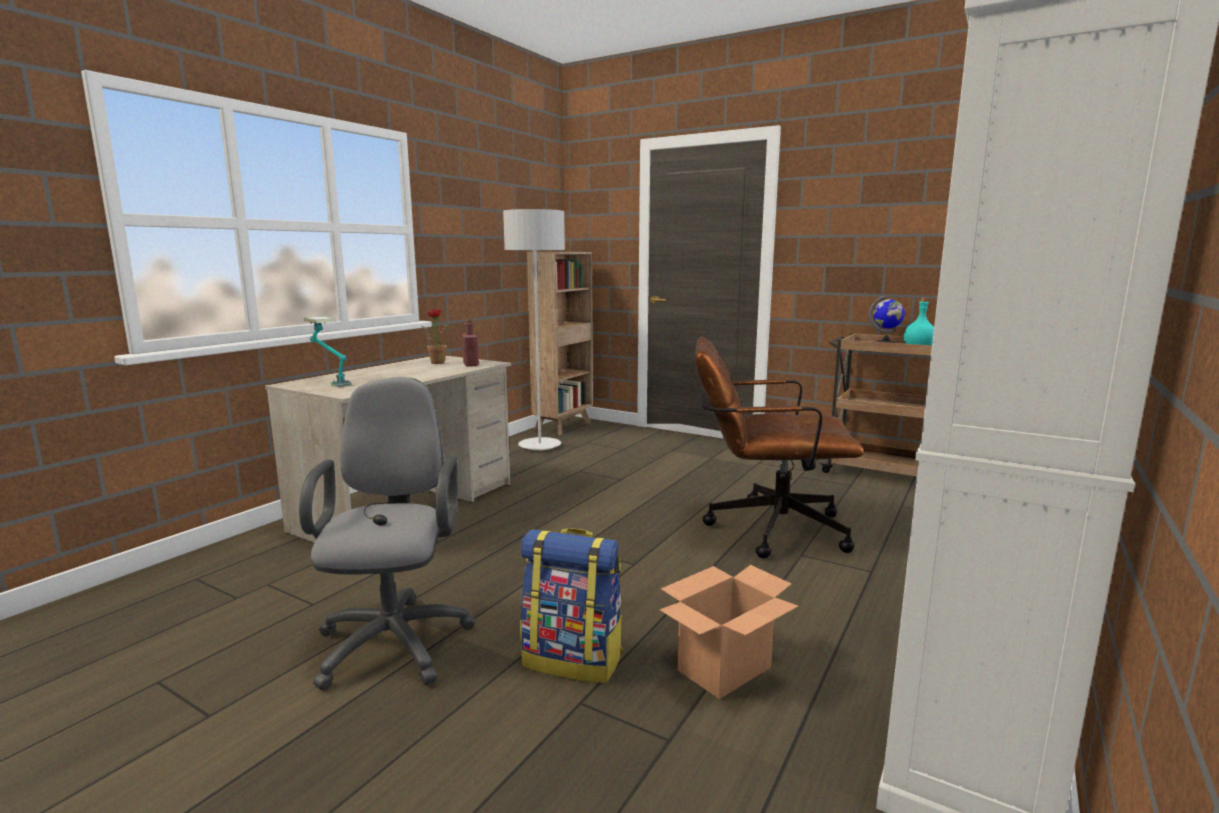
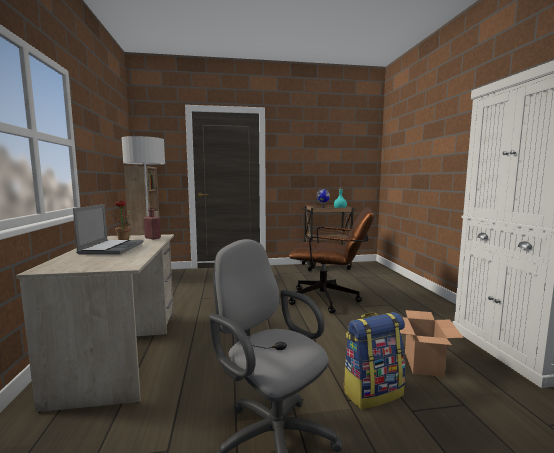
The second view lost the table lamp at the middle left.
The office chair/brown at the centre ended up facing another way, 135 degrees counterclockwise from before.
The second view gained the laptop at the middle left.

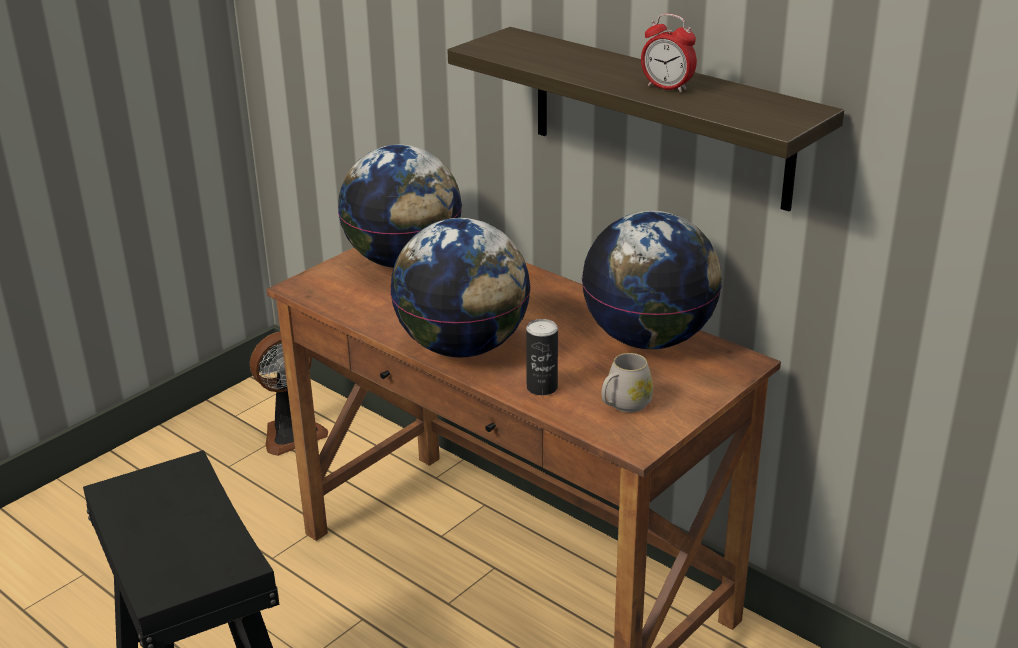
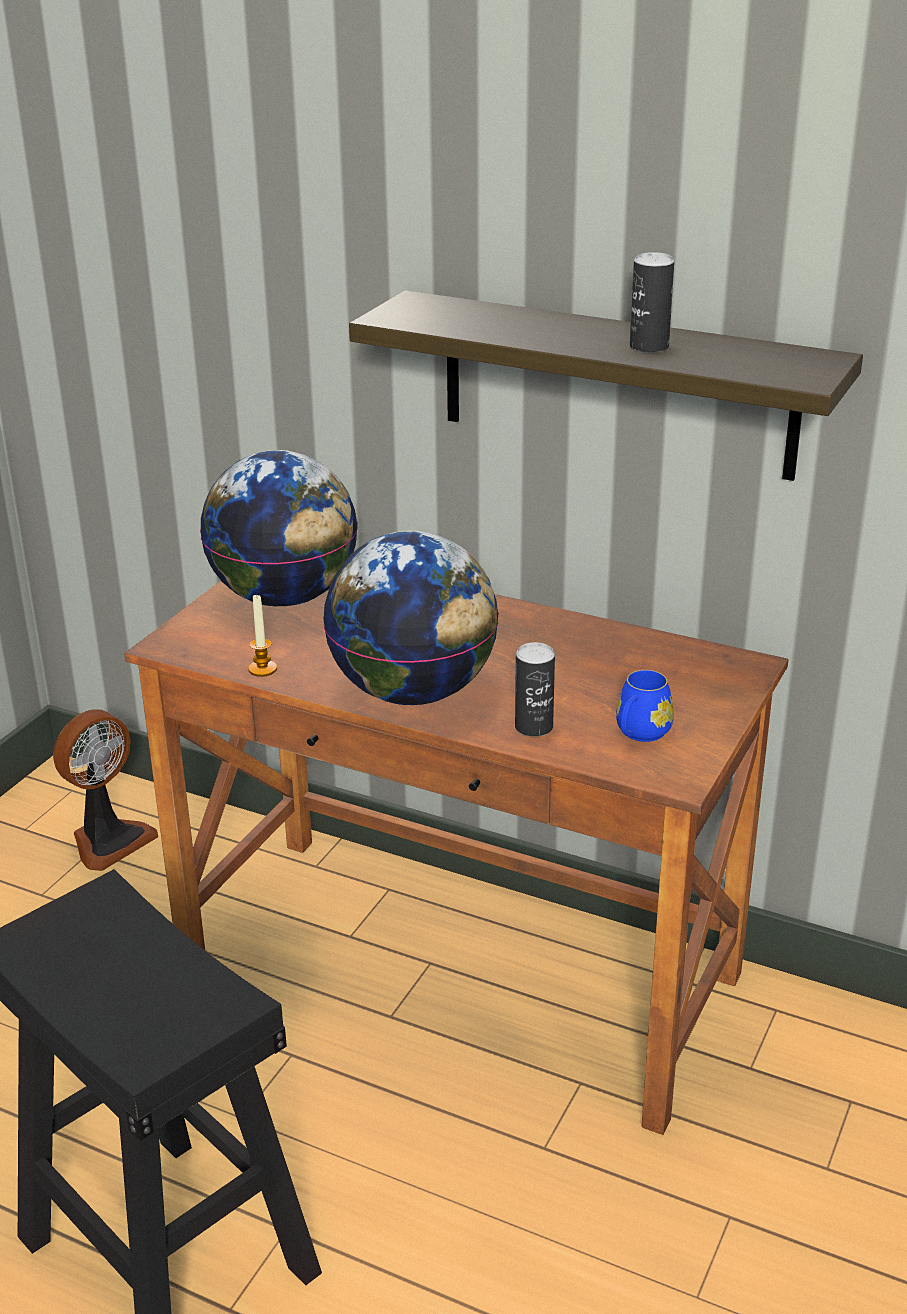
Where the alarm clock stood at the top centre, the can (no. 2 from left) came to stand at the top right.
The second view lost the globe (no. 3 from left) at the centre.
What was the mug/white at the centre turned into the mug/blue at the middle right.
The second view gained the candle at the middle left.

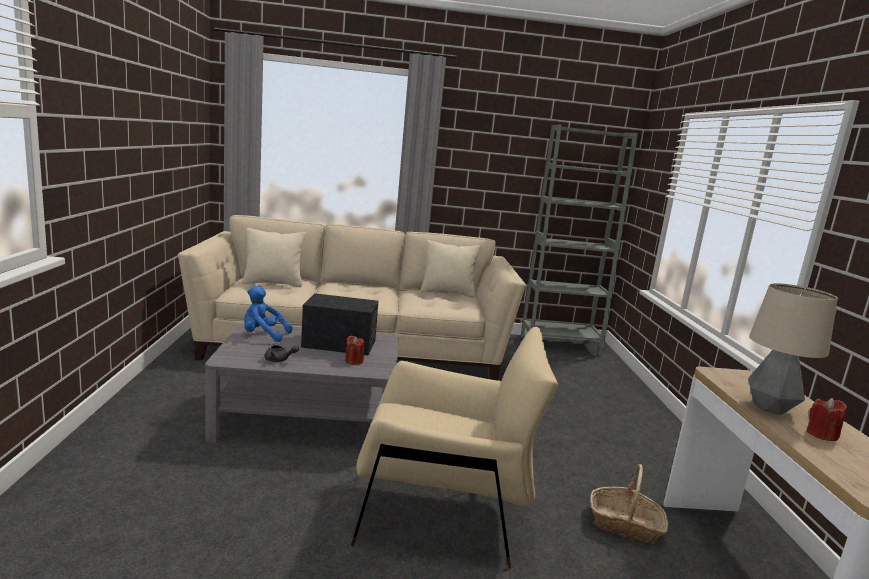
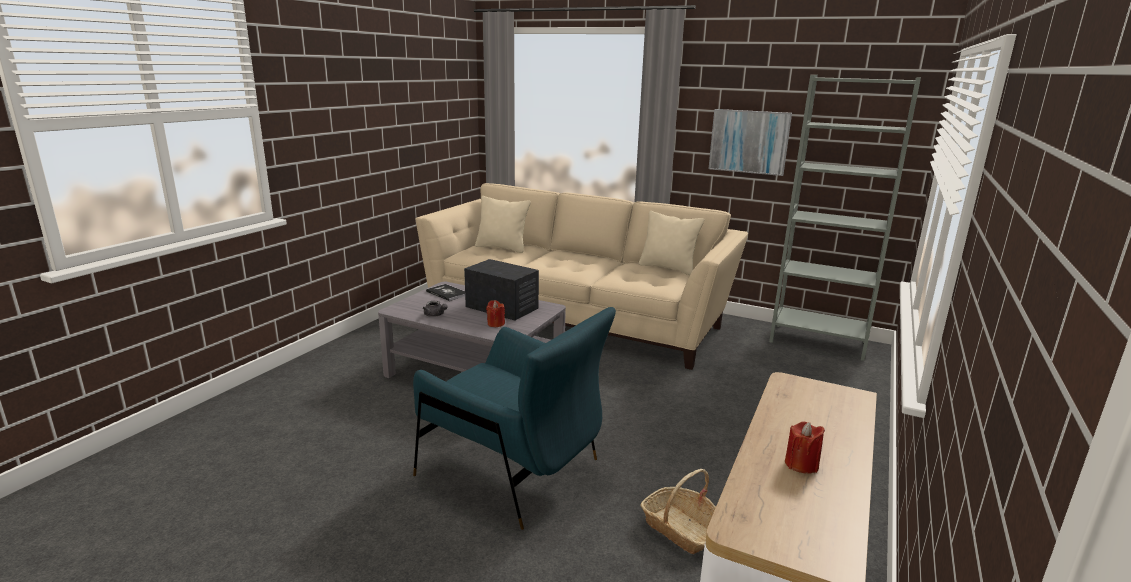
The second view lost the table lamp at the middle right.
Where the plush toy/blue stood at the middle left, the book came to stand at the centre.
What was the armchair/beige at the bottom centre turned into the armchair/blue at the bottom centre.
The second view gained the picture at the top centre.

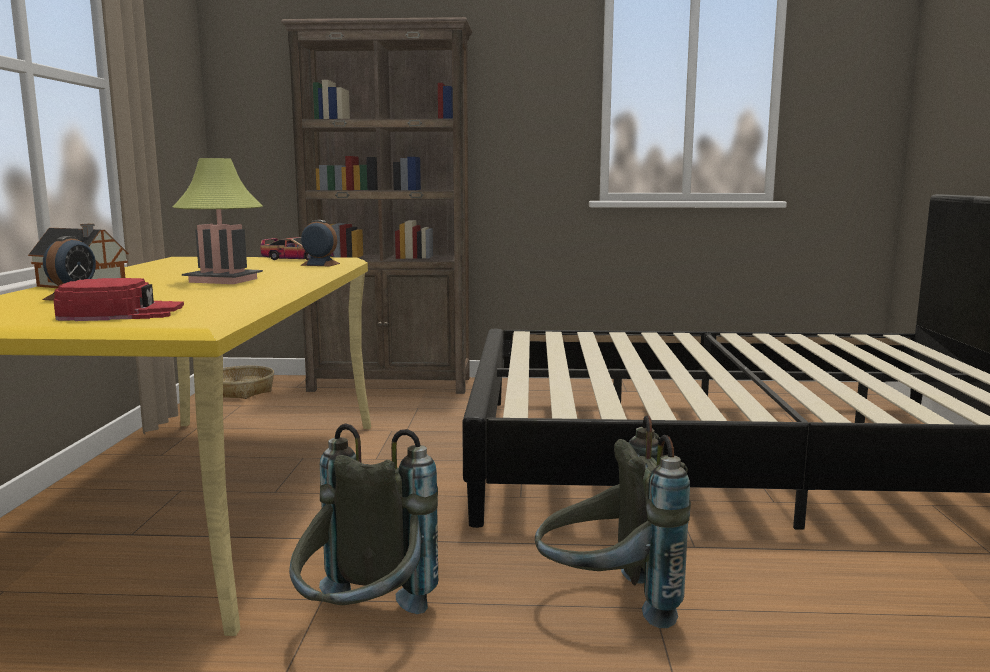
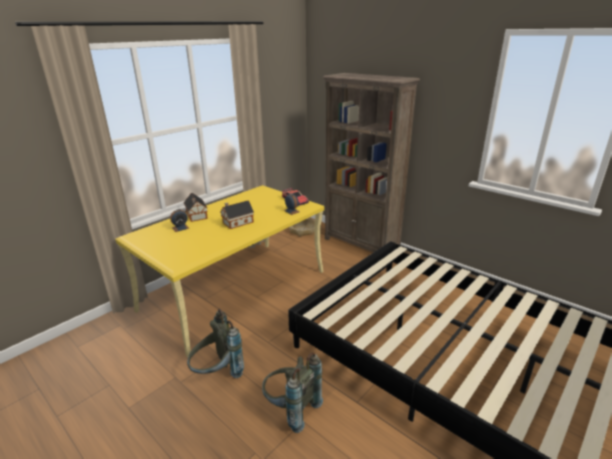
Where the table lamp stood at the top left, the toy house (no. 2 from left) came to stand at the centre.
The second view lost the cap/red at the middle left.

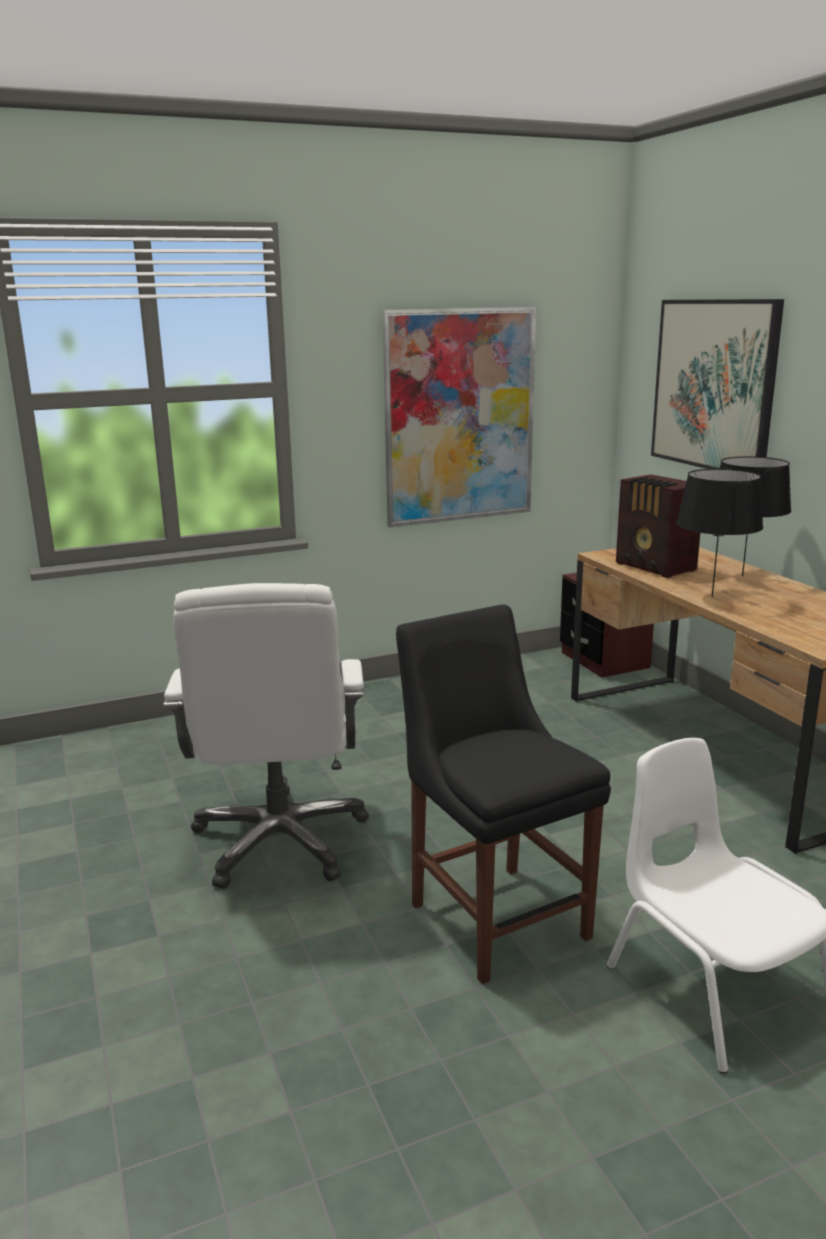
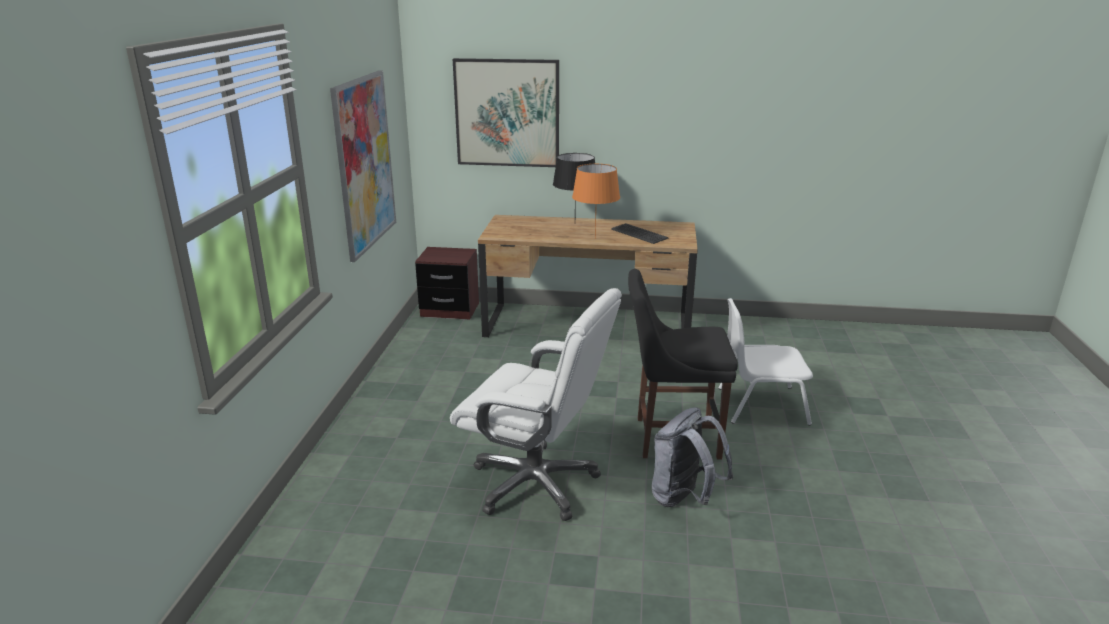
What was the table lamp/black (no. 1 from left) at the middle right turned into the table lamp/orange at the top centre.
The second view lost the radio at the middle right.
The second view gained the keyboard at the centre.
The second view gained the backpack/grey at the bottom centre.

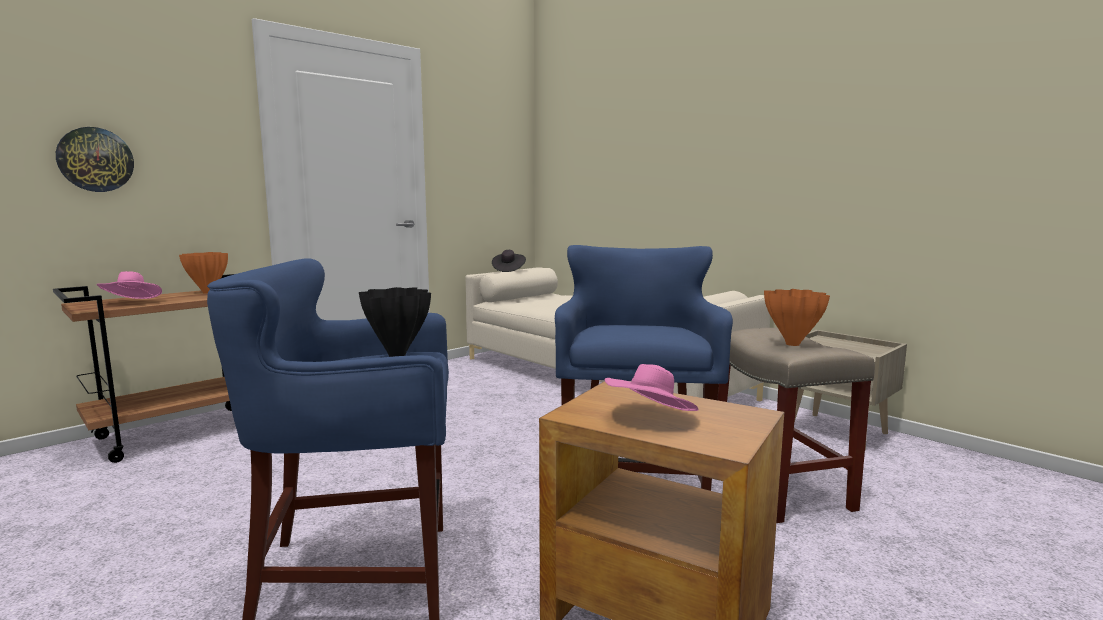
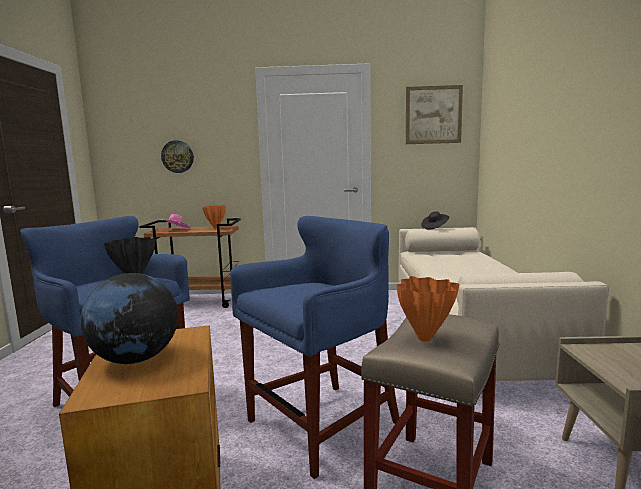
Where the hat/pink (no. 2 from left) stood at the centre, the globe came to stand at the middle left.
The second view gained the picture at the top right.

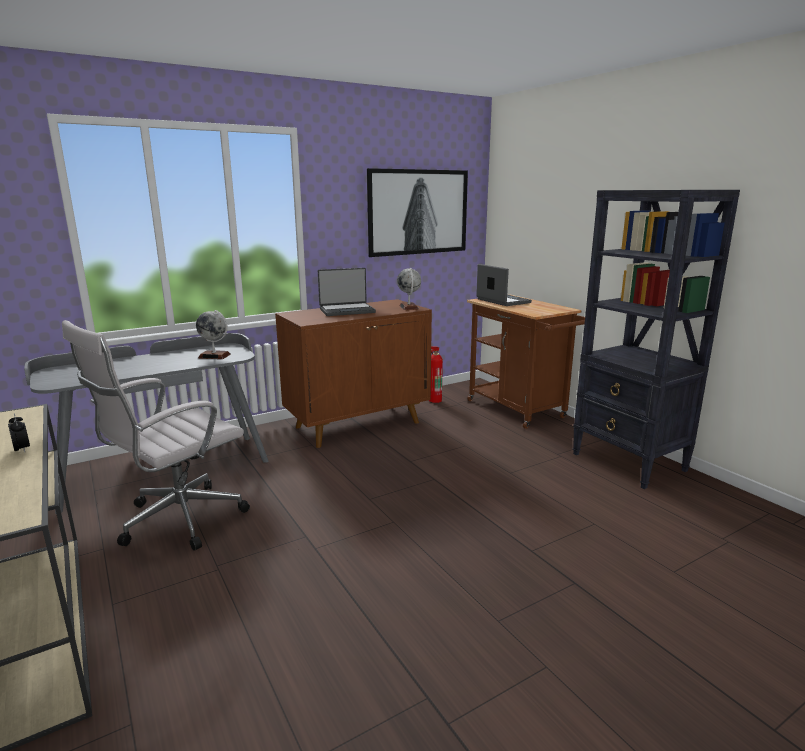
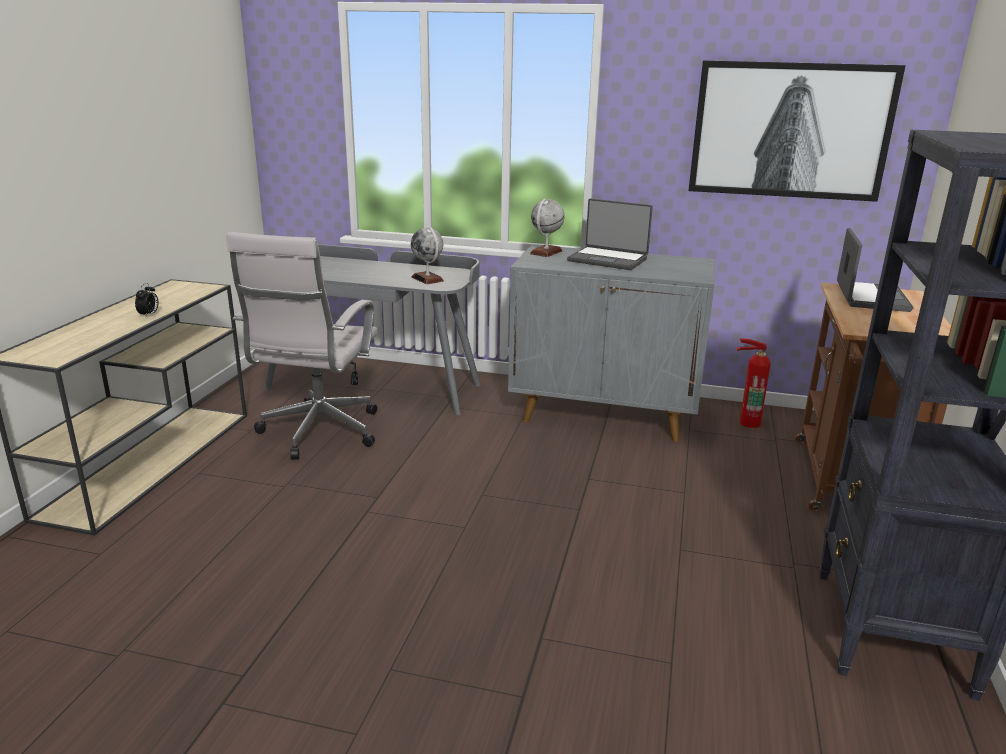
The globe (no. 2 from left) ended up elsewhere, having gone from the centre to the top centre.
What was the cabinet/brown at the centre turned into the cabinet/grey at the centre.
The office chair/white at the middle left ended up facing another way, 75 degrees counterclockwise from before.

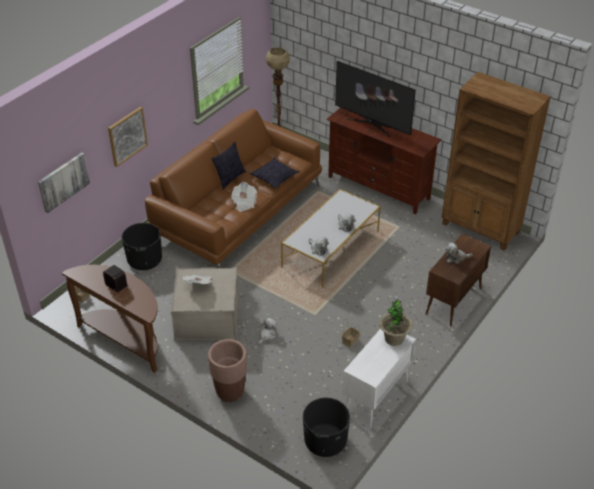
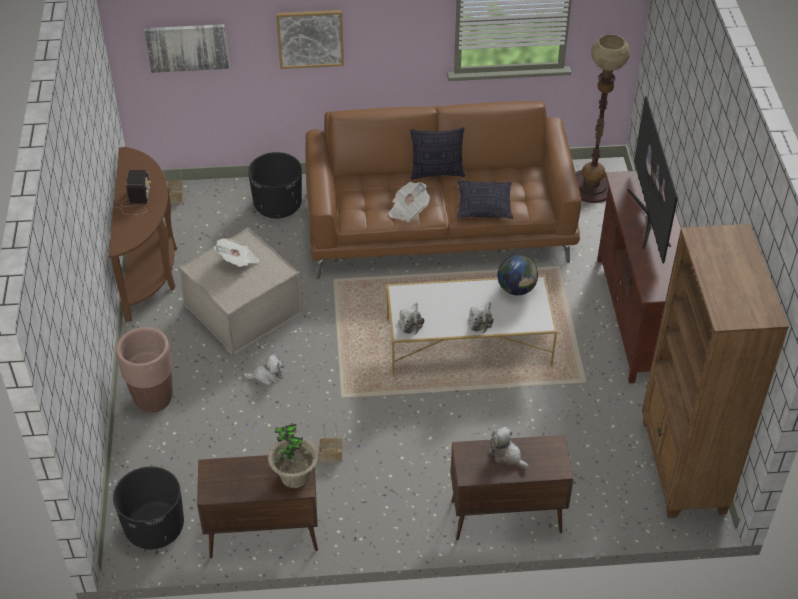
What was the cabinet/white at the bottom centre turned into the cabinet/brown (no. 1 from left) at the bottom left.
The second view gained the globe at the centre.

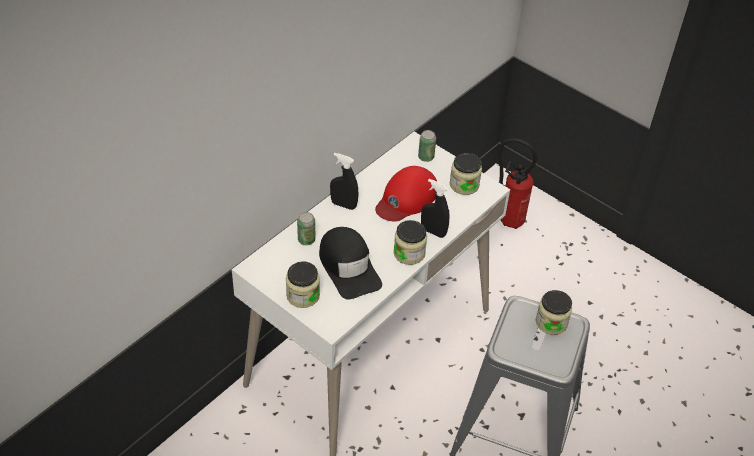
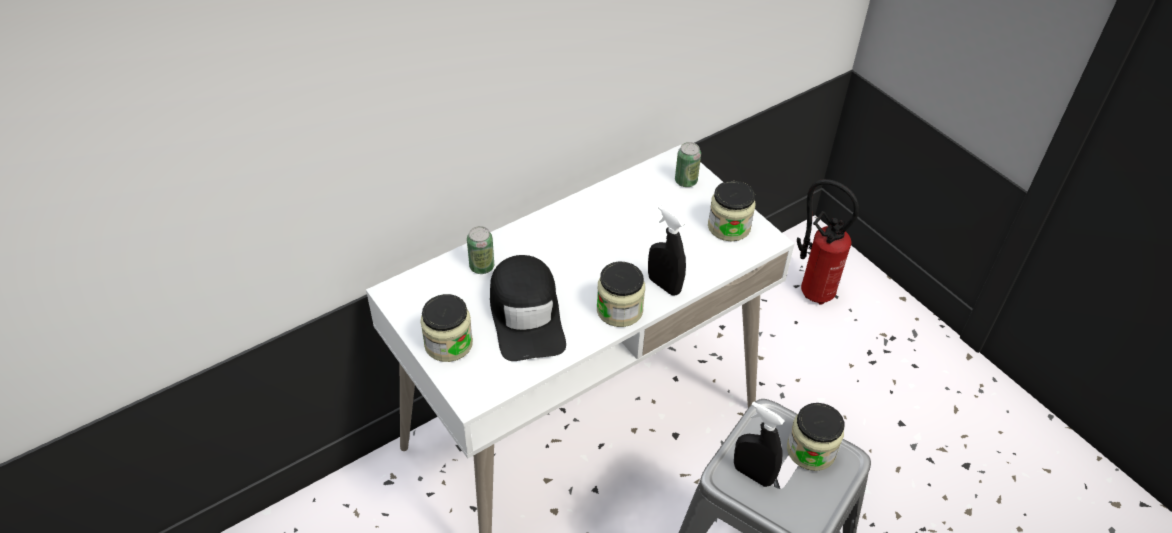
The spray bottle/black (no. 1 from left in the first image) ended up elsewhere, having gone from the centre to the bottom centre.
The second view lost the cap/red at the centre.

